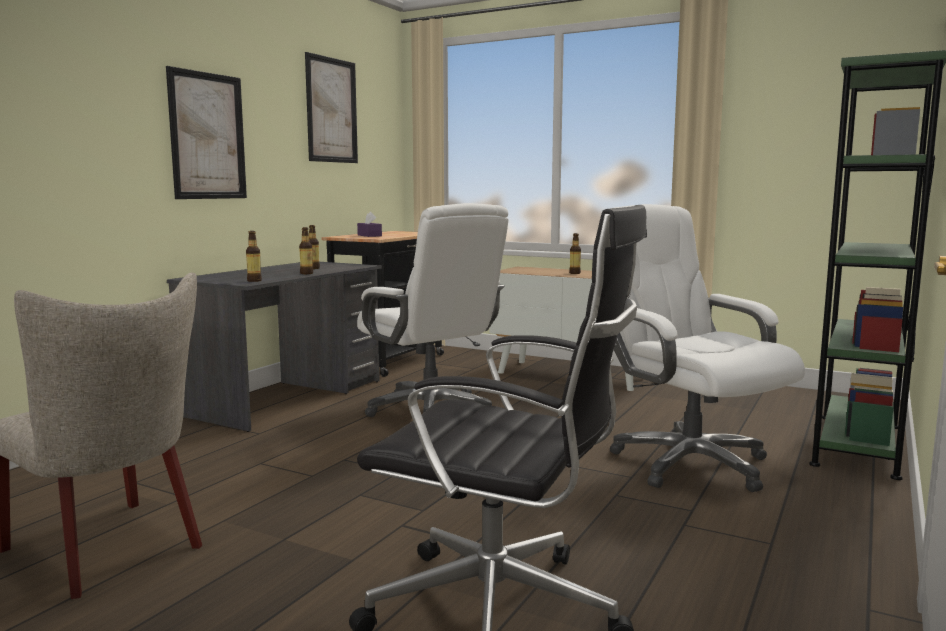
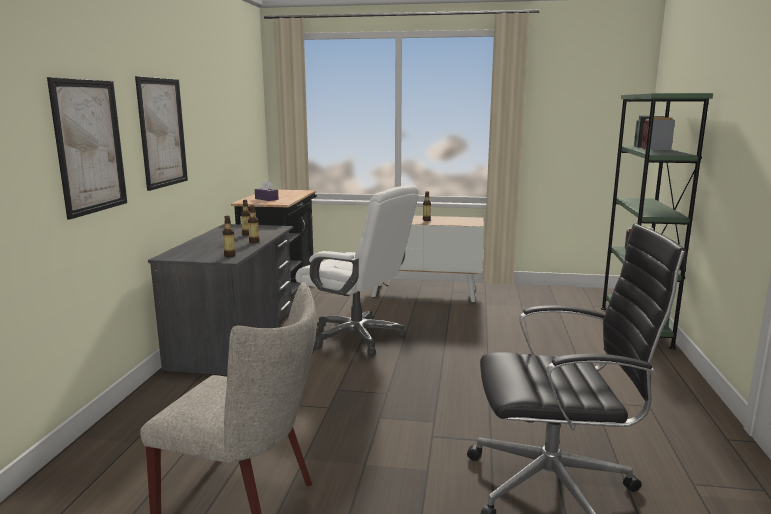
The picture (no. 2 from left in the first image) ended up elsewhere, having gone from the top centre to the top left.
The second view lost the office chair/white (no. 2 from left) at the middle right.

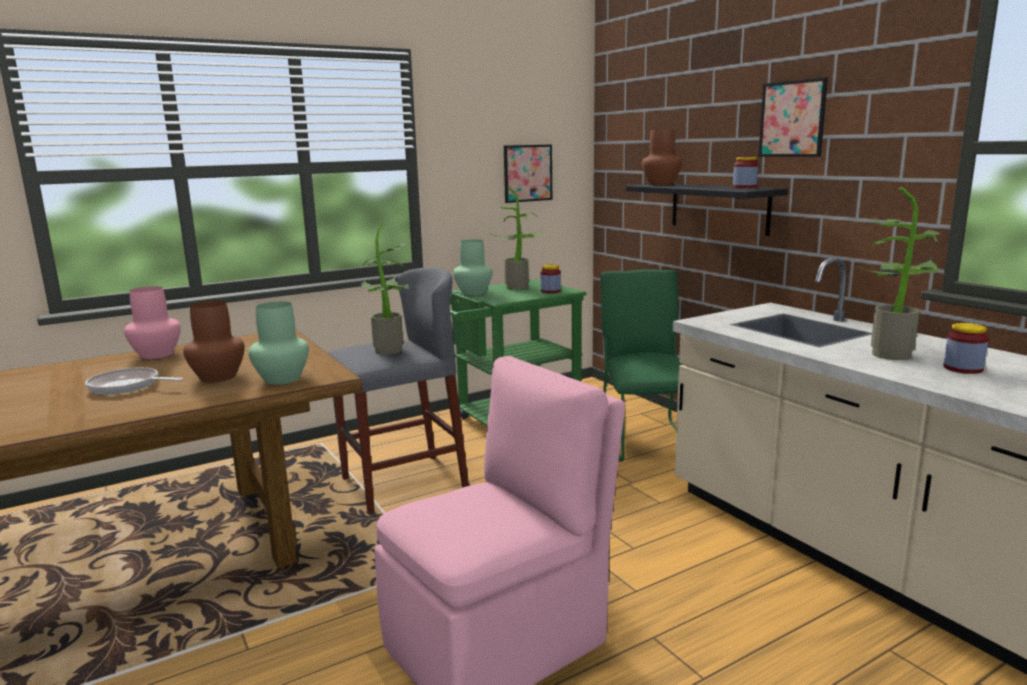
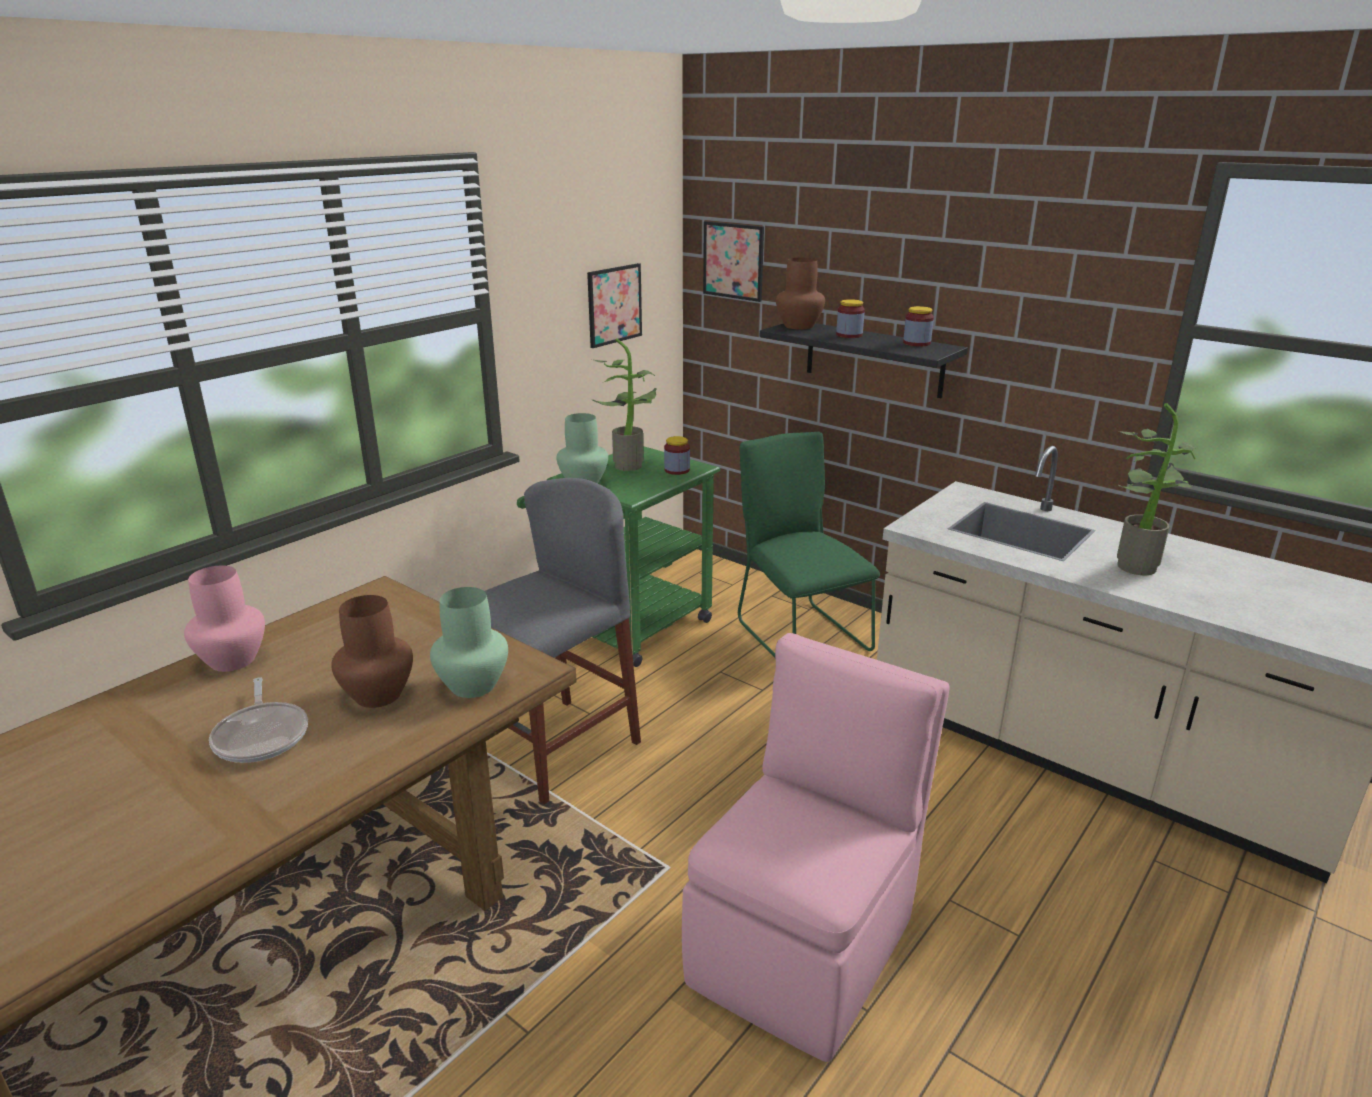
The picture (no. 2 from left) ended up elsewhere, having gone from the top right to the top centre.
The second view lost the potted plant (no. 1 from left) at the centre.
The jar (no. 3 from left in the first image) ended up elsewhere, having gone from the middle right to the top centre.
The frying pan at the middle left ended up facing another way, 105 degrees counterclockwise from before.

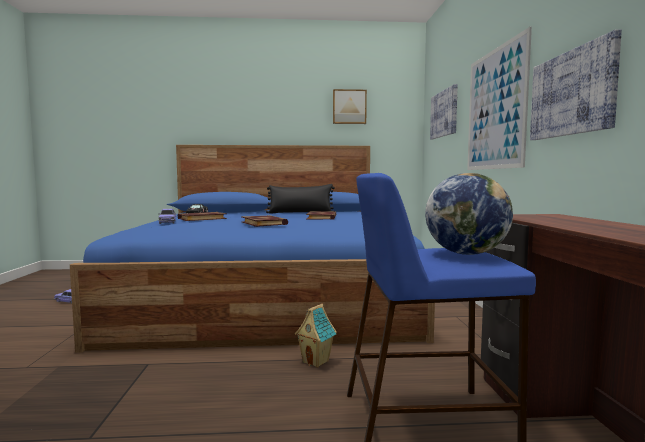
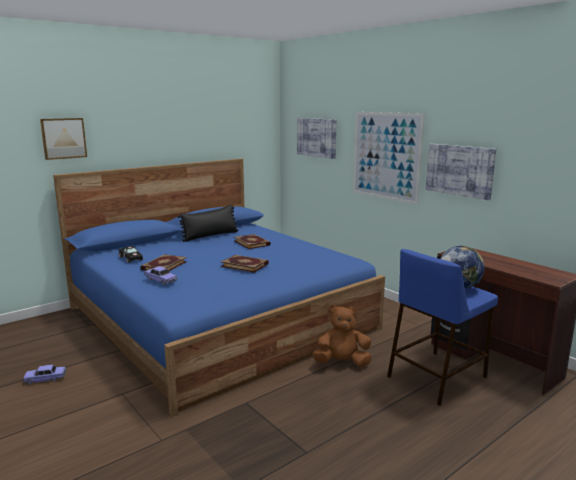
The picture (no. 1 from left) ended up elsewhere, having gone from the top centre to the top left.
Where the toy house stood at the bottom centre, the plush toy/brown came to stand at the bottom centre.

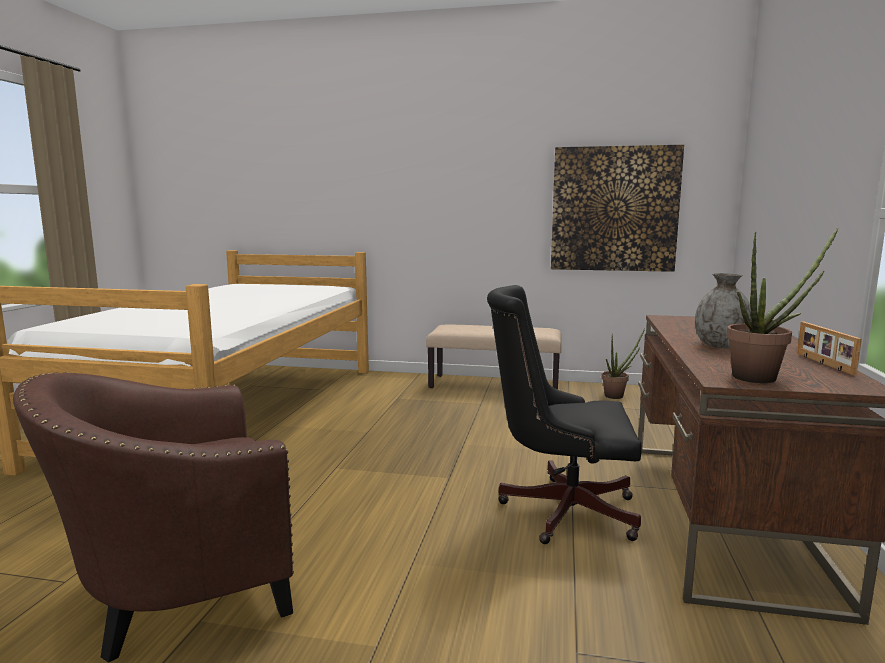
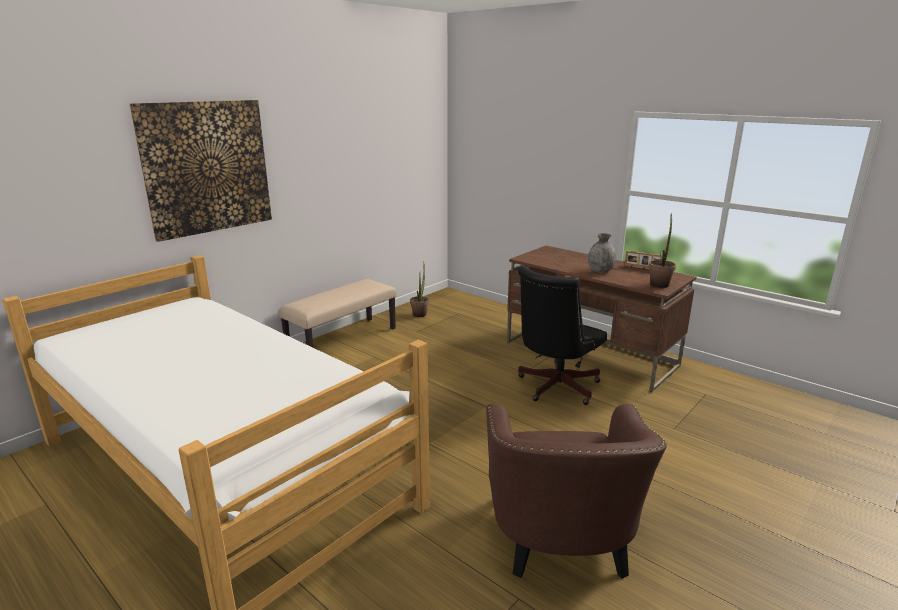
The picture ended up elsewhere, having gone from the top right to the top left.

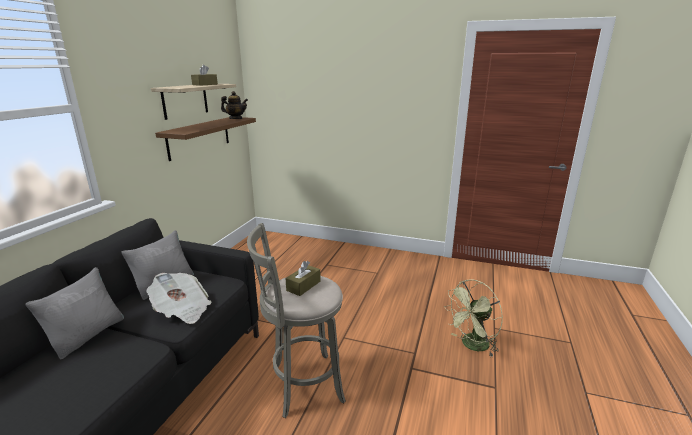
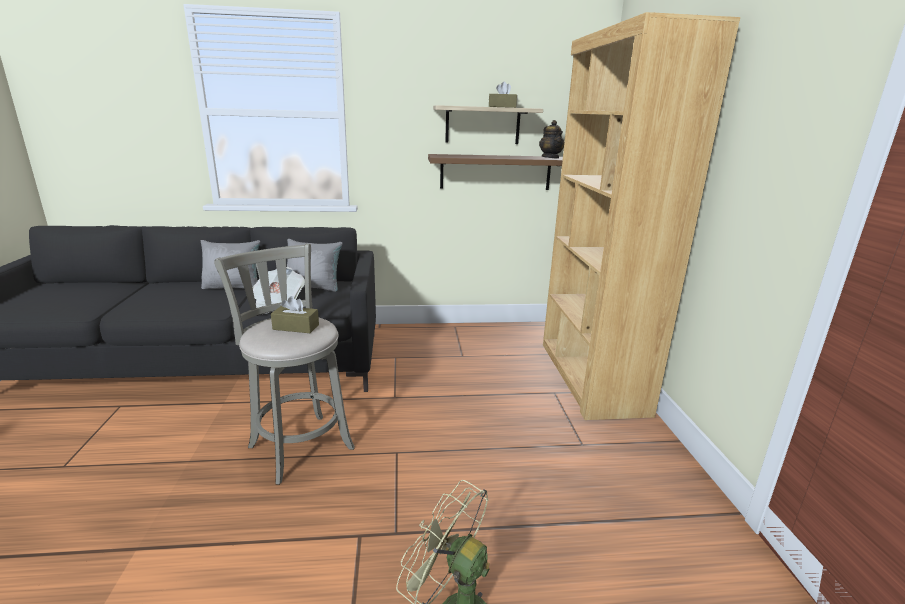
The second view gained the bookcase/brown at the middle right.

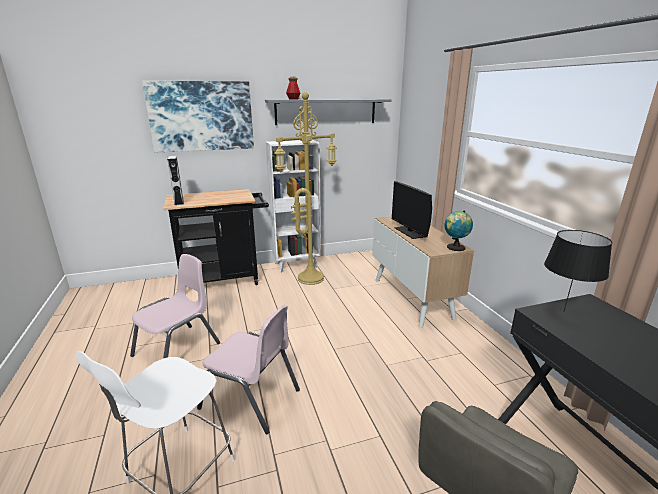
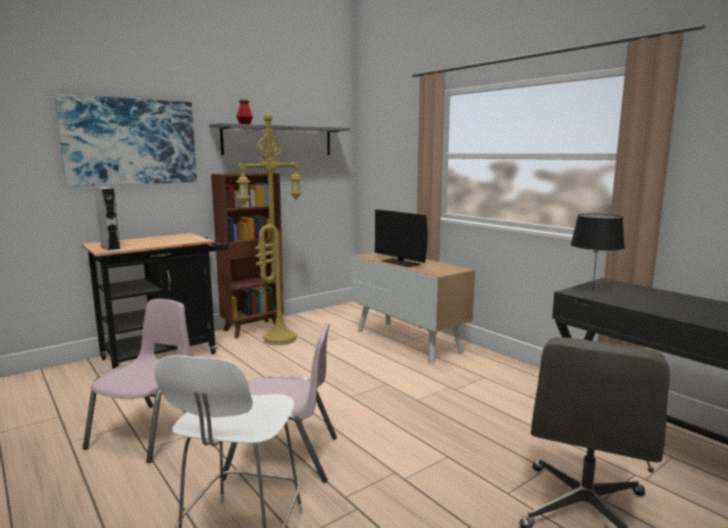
What was the bookcase/white at the centre turned into the bookcase/brown at the centre.
The second view lost the globe at the middle right.

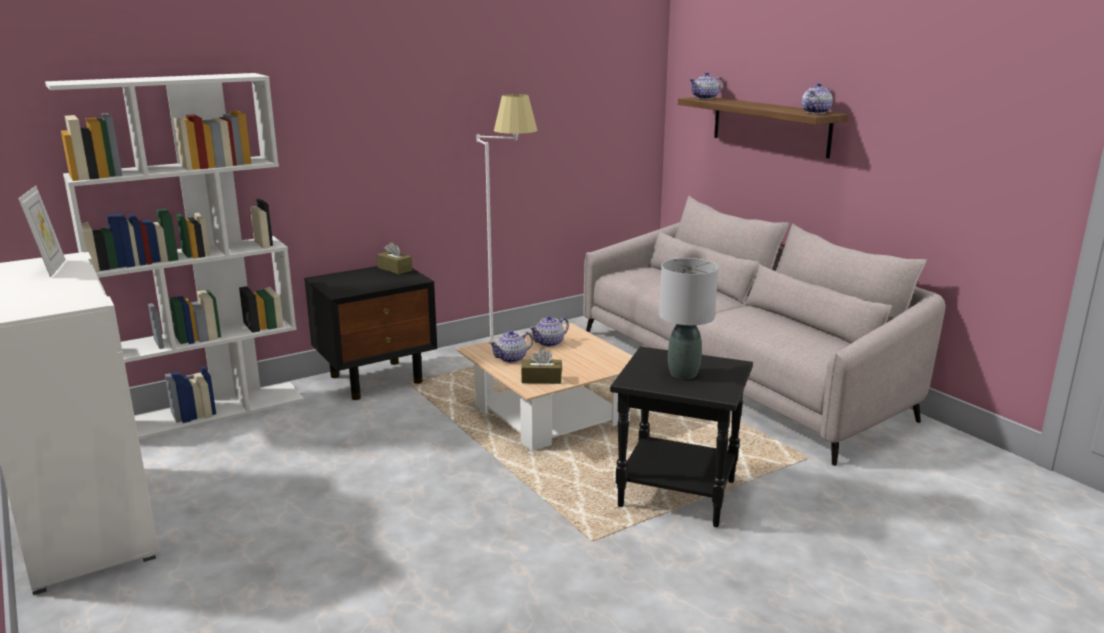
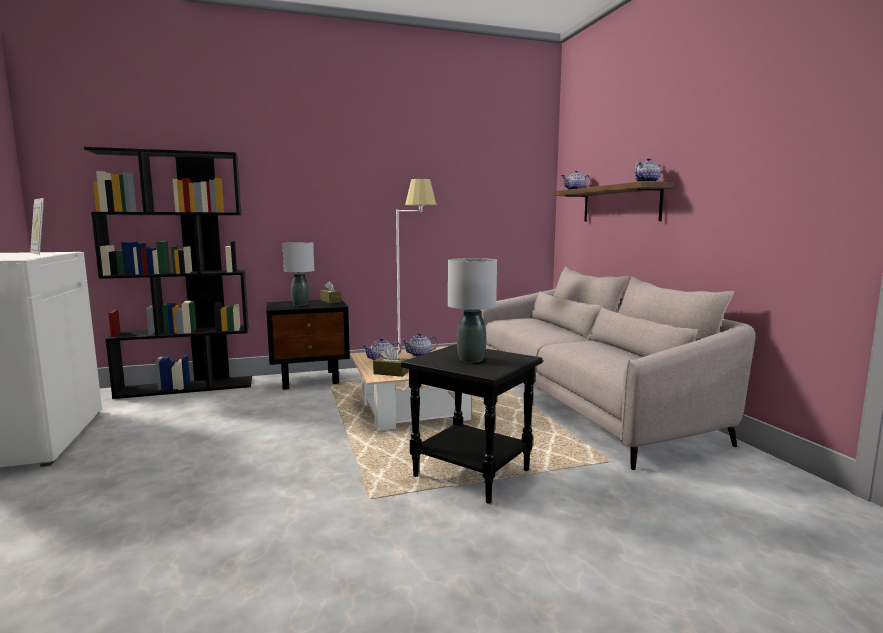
What was the bookcase/white at the middle left turned into the bookcase/black at the middle left.
The picture frame at the middle left ended up facing another way, 135 degrees clockwise from before.
The second view gained the table lamp/grey (no. 1 from left) at the centre.

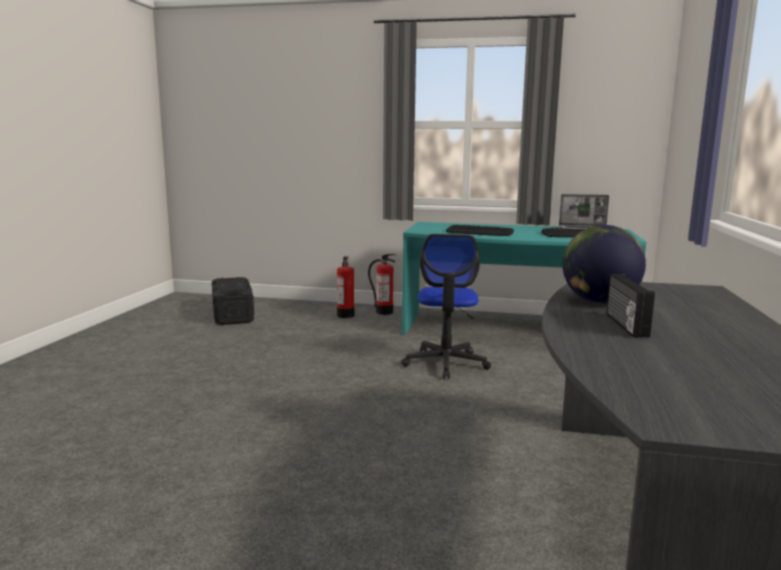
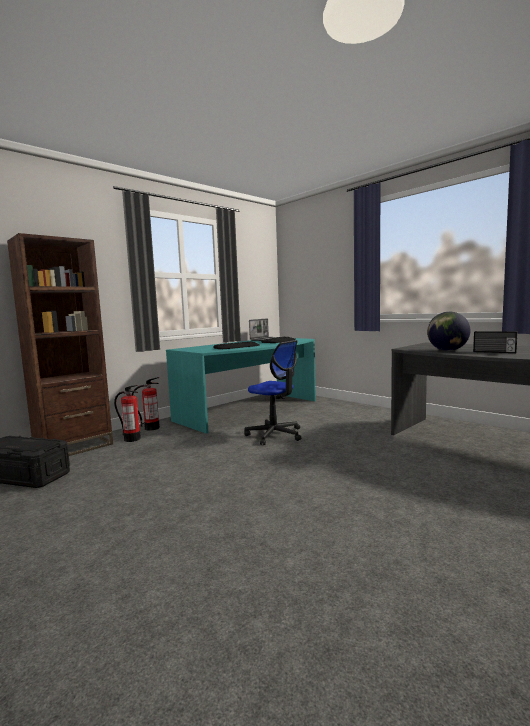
The second view gained the bookcase/brown at the middle left.

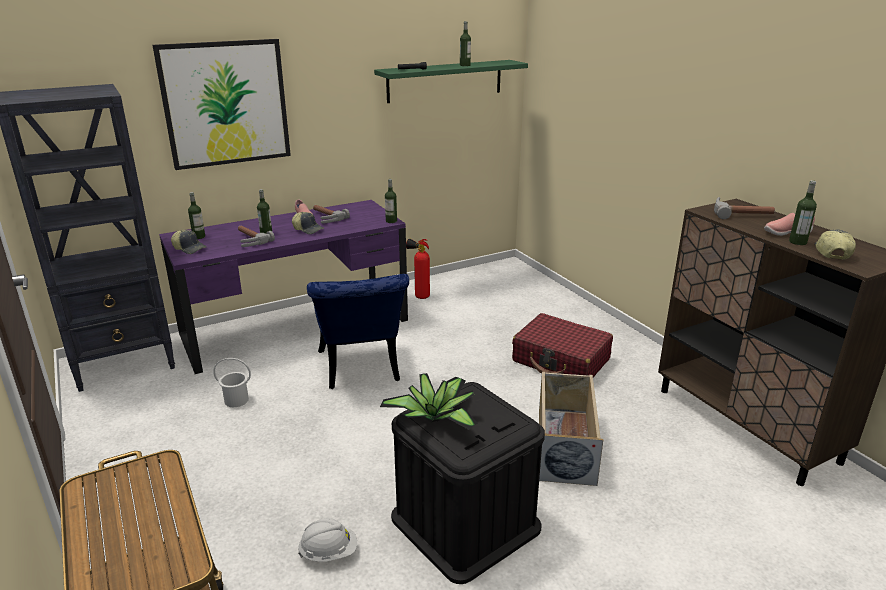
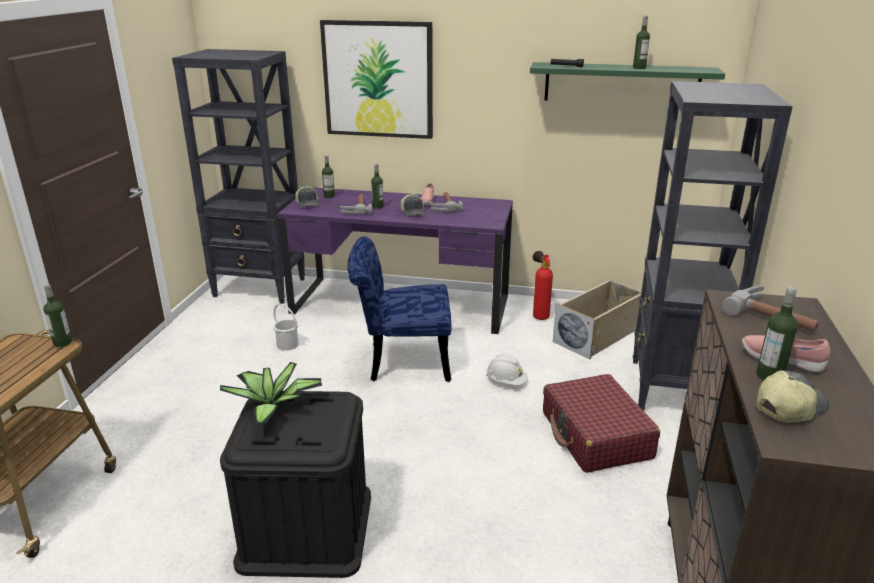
The bottle (no. 3 from left in the first image) ended up elsewhere, having gone from the centre to the middle left.
The chair/blue at the centre ended up facing another way, 60 degrees clockwise from before.
The storage box/beige ended up elsewhere, having gone from the bottom centre to the middle right.
The hard hat/white ended up elsewhere, having gone from the bottom centre to the centre.
The second view gained the bookcase/black (no. 2 from left) at the middle right.

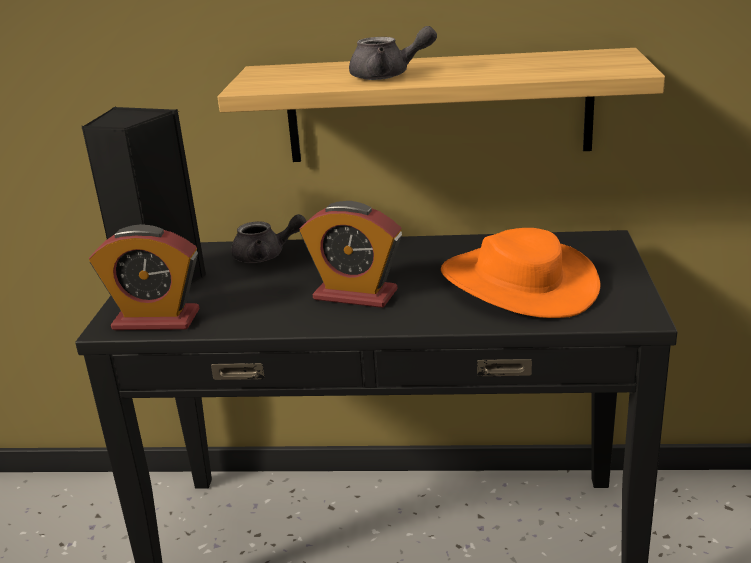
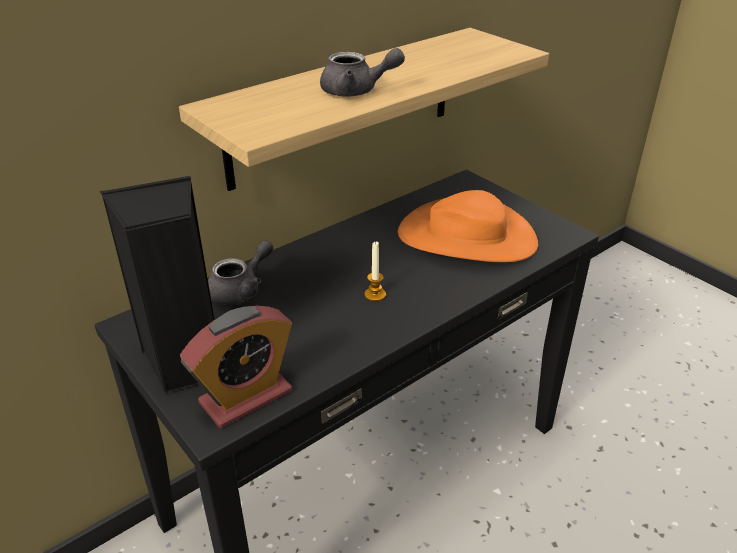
The teapot/grey (no. 2 from left) at the top centre ended up facing another way, 45 degrees clockwise from before.
Where the alarm clock (no. 2 from left) stood at the centre, the candle came to stand at the centre.

